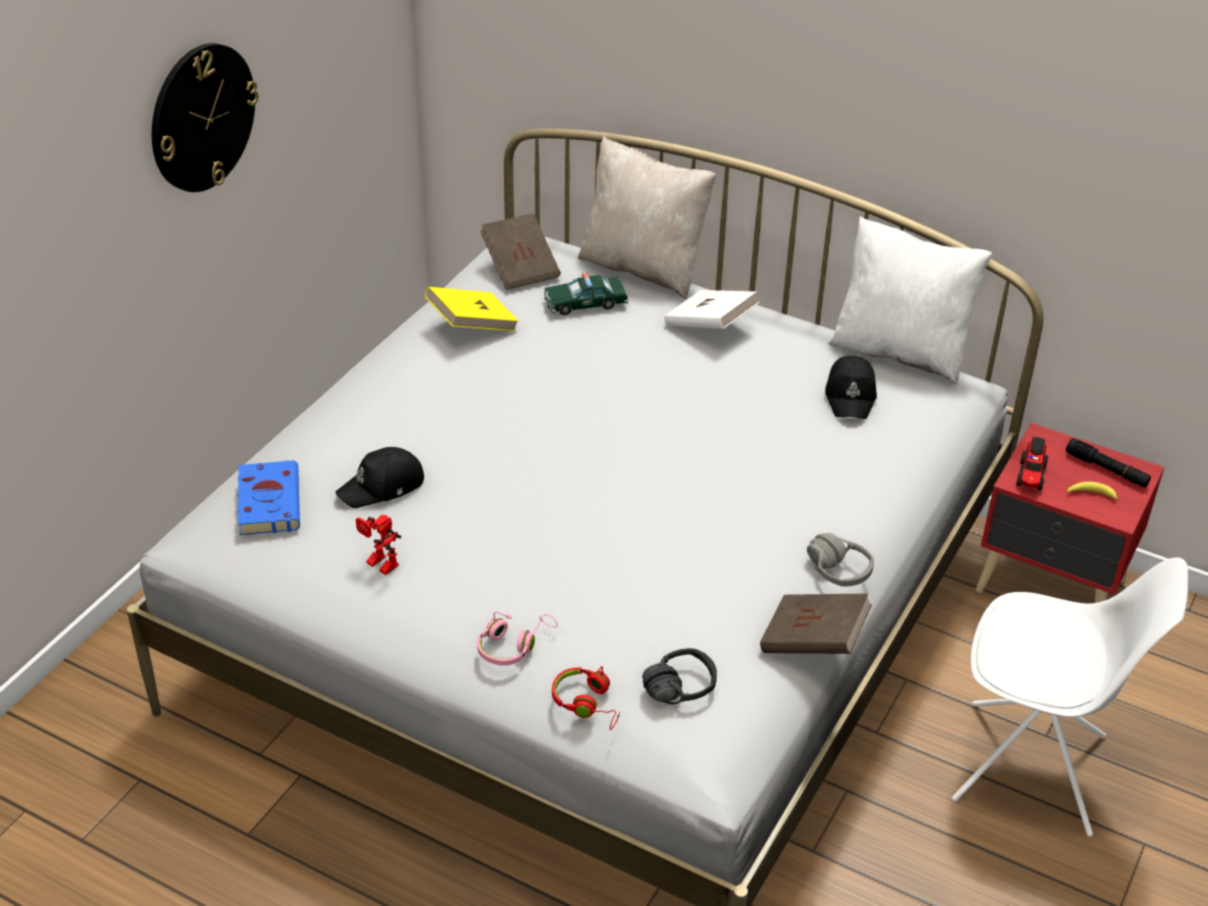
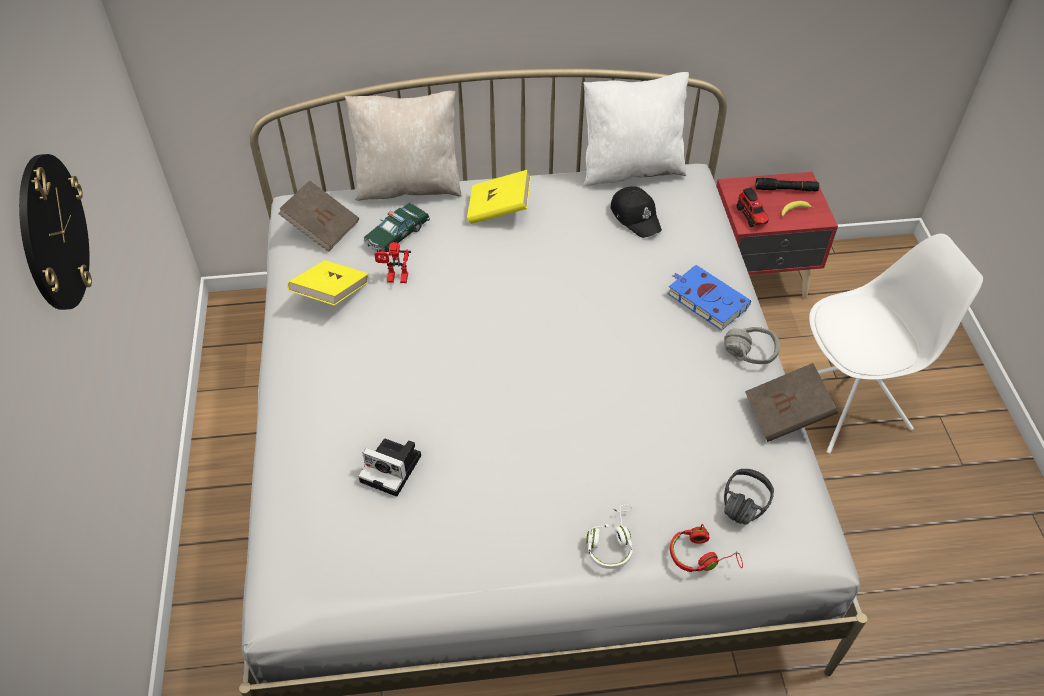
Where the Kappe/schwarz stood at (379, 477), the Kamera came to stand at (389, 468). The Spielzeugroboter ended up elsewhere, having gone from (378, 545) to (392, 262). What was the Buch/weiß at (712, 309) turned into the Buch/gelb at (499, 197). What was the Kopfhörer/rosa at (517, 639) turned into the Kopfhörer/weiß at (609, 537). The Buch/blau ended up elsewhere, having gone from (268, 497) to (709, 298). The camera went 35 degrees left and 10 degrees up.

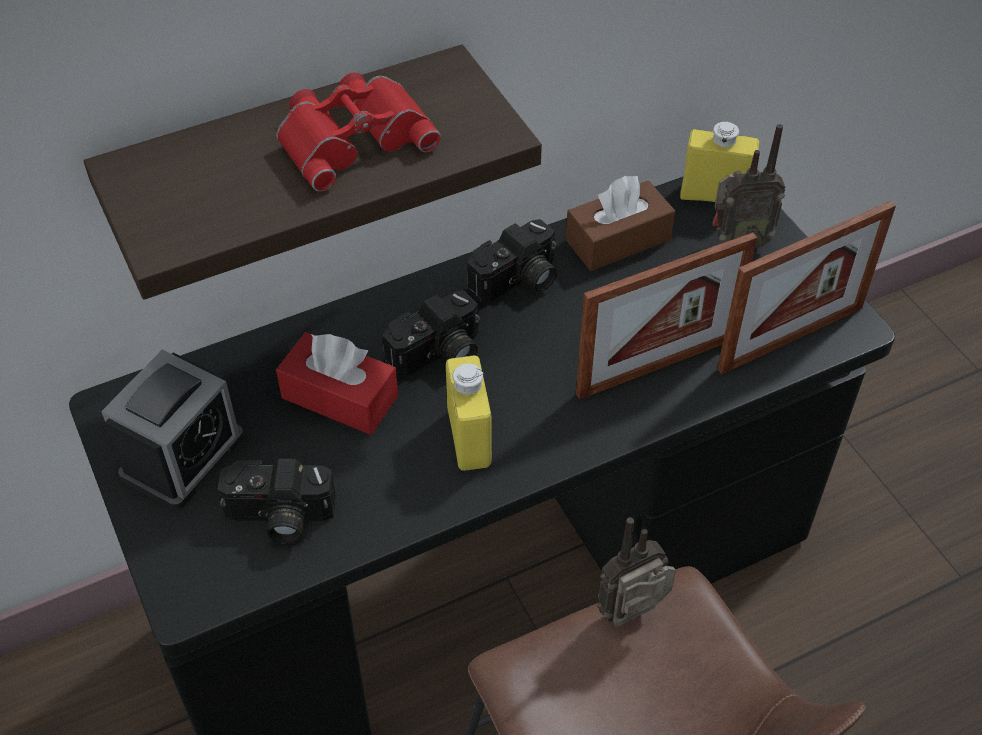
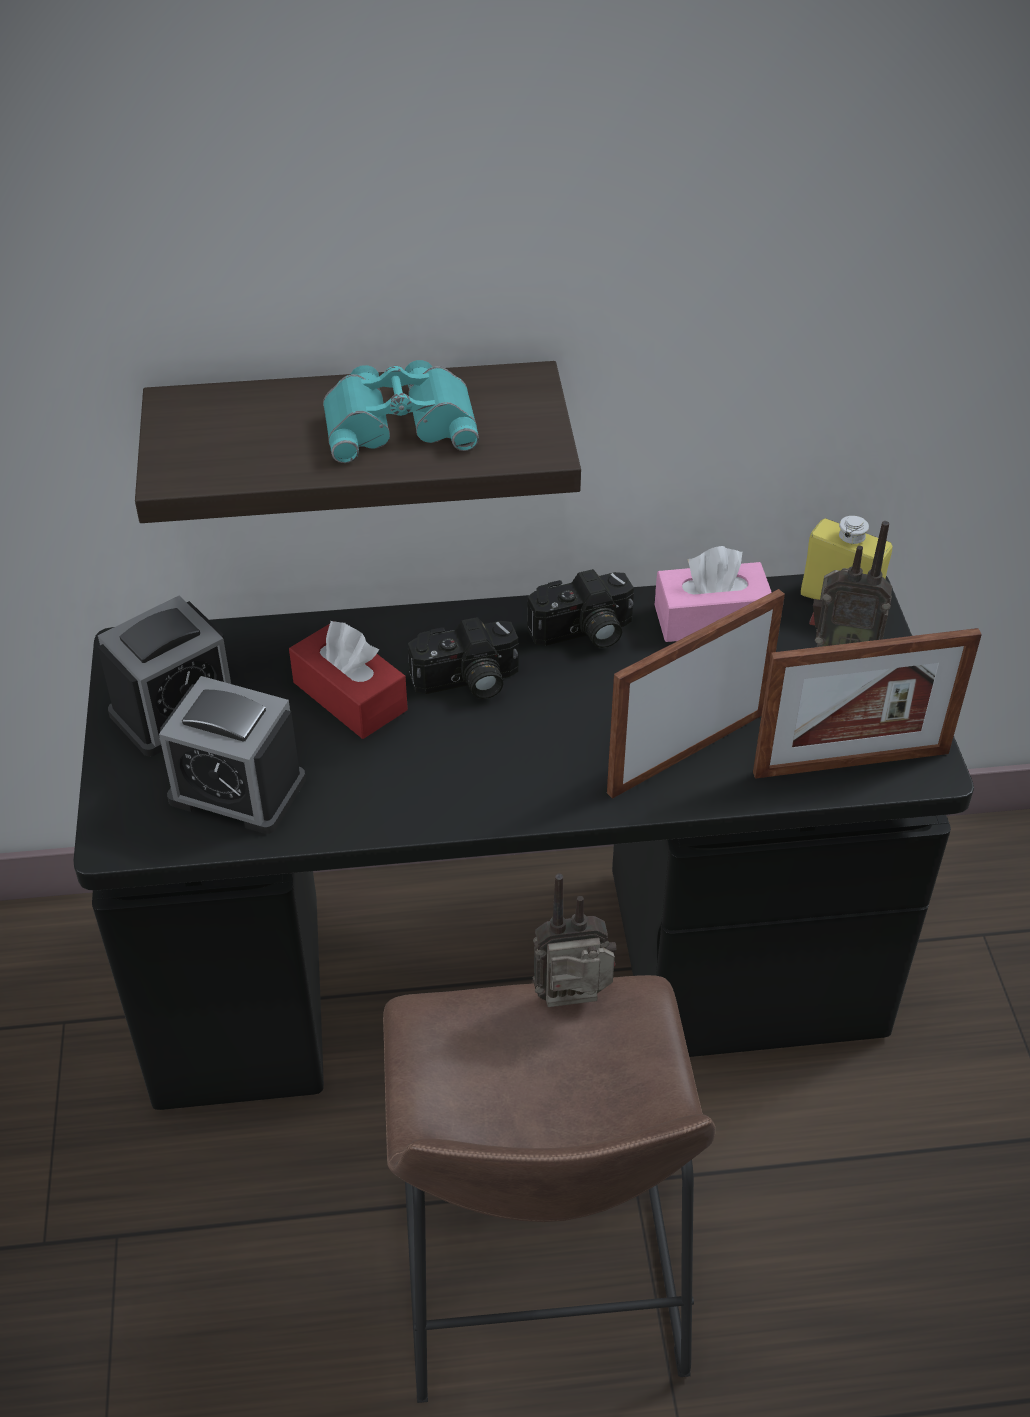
Where the Kamera stood at (276, 501), the Wecker came to stand at (232, 755). What was the Fernglas/rot at (358, 132) turned into the Fernglas/türkis at (401, 411). The Bilderrahmen at (666, 316) ended up facing another way, 150 degrees clockwise from before. What was the Taschentuchbox/braun at (620, 223) turned into the Taschentuchbox/rosa at (713, 594). The second view lost the Flasche/gelb at (469, 413). The camera went 20 degrees right and 5 degrees down.

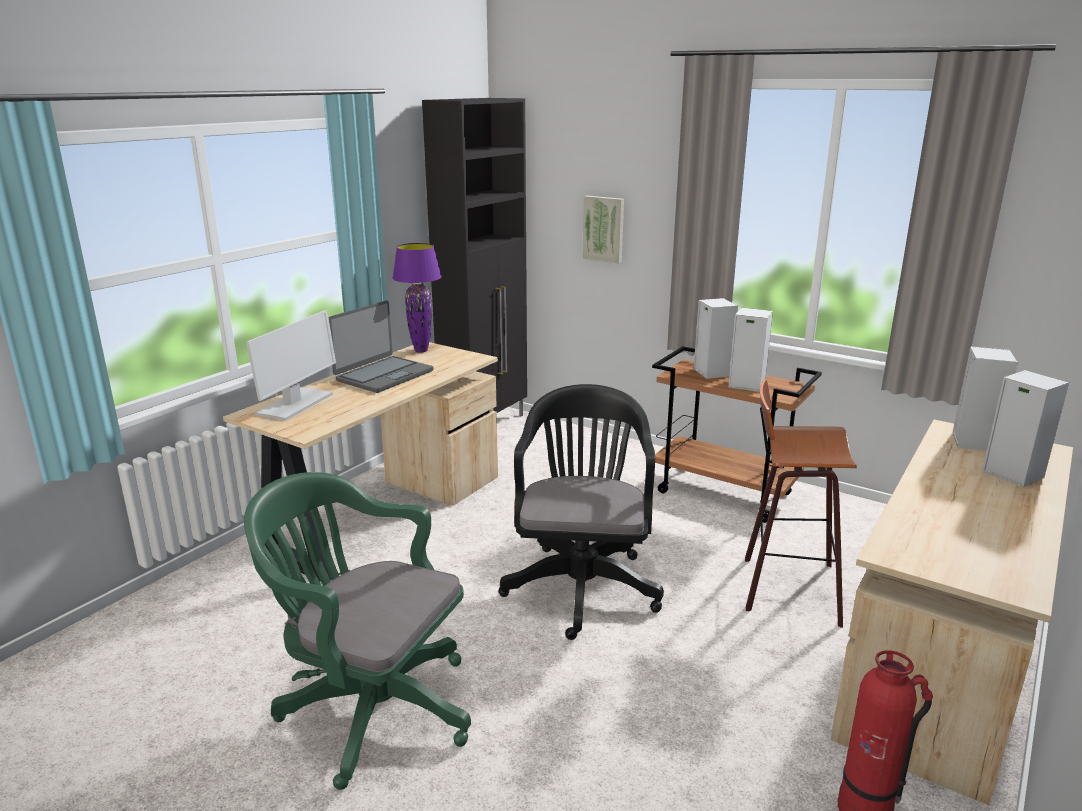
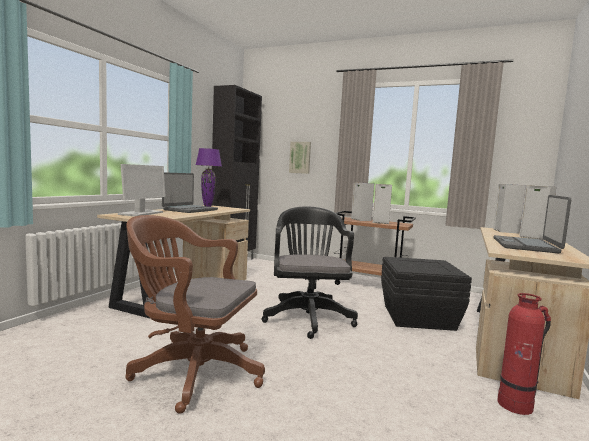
What was the Bürostuhl/grün at (357, 631) turned into the Bürostuhl/braun at (195, 314). Where the Hocker stood at (801, 504), the Aufbewahrungsbox/schwarz came to stand at (426, 294). The second view gained the Laptop at (532, 224). The camera went 10 degrees left and 15 degrees down.

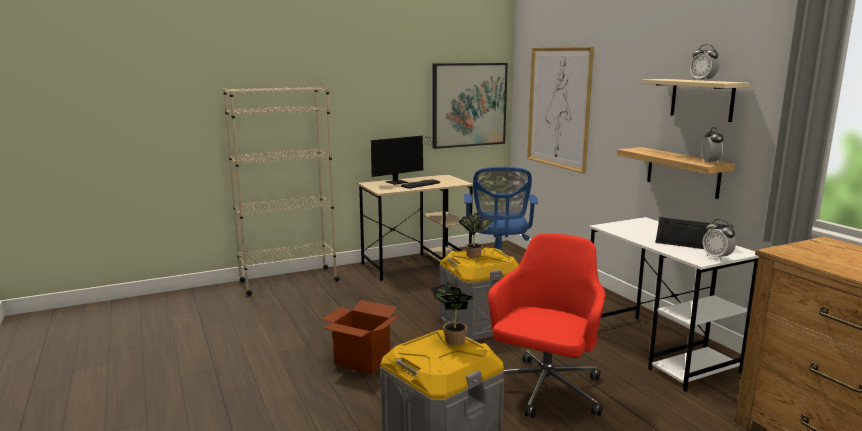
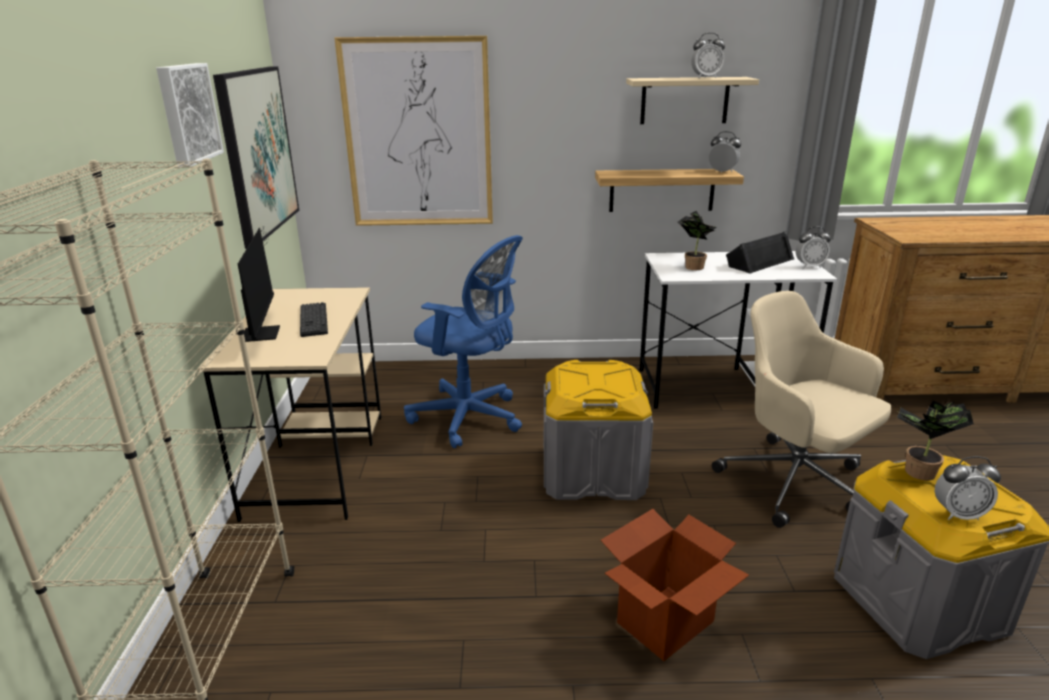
The second view gained the Bild at (190, 115). The Topfpflanze ended up elsewhere, having gone from (476, 235) to (697, 240). What was the Bürostuhl/rot at (546, 325) turned into the Bürostuhl/beige at (802, 409). The second view gained the Wecker at (968, 488). The camera went 65 degrees left and 10 degrees up.

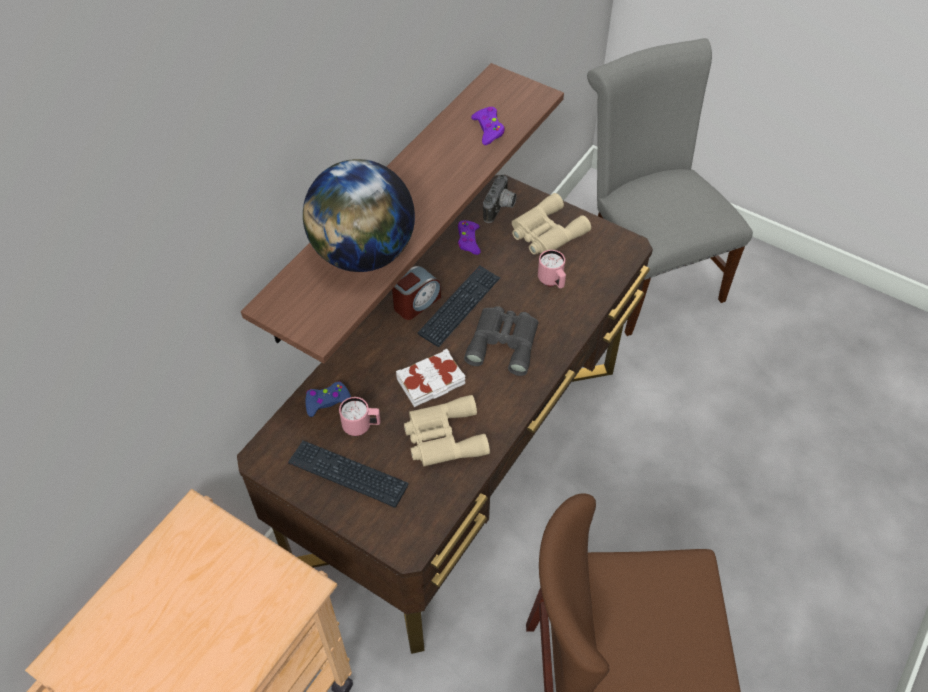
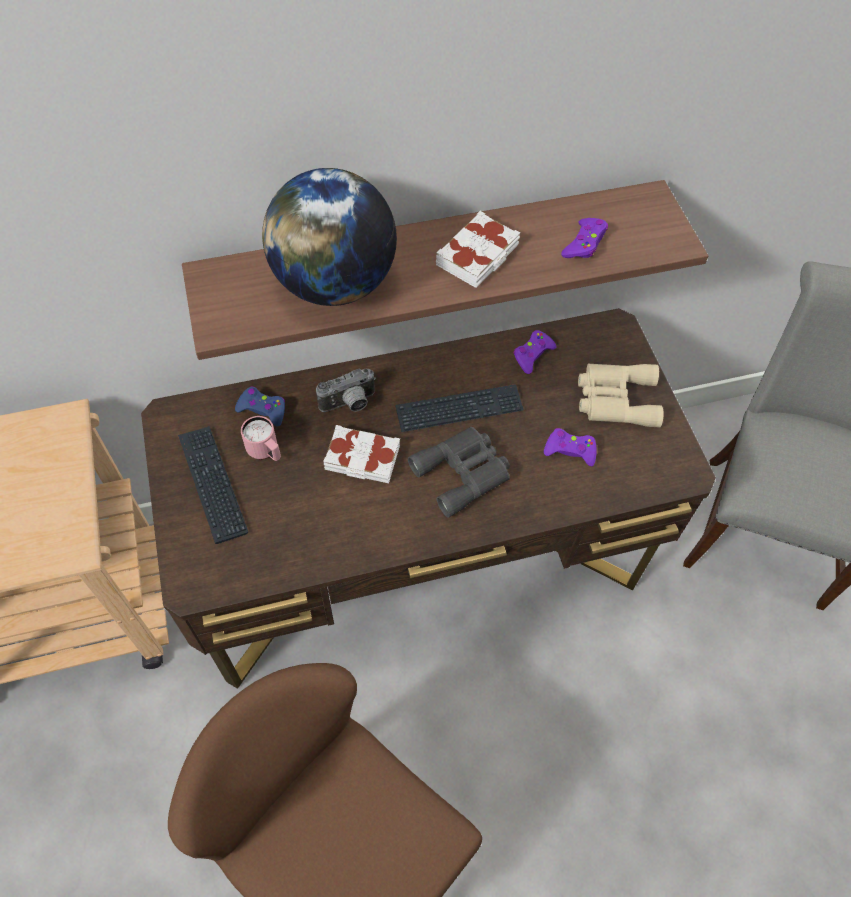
The Kamera ended up elsewhere, having gone from (500, 199) to (346, 390). The second view gained the Buch/weiß at (478, 249). Where the Henkelbecher/rosa stood at (552, 269), the Gamepad/lila came to stand at (570, 447). The second view lost the Wecker at (416, 293). The second view lost the Fernglas/beige at (447, 431). The camera went 40 degrees right and 5 degrees up.

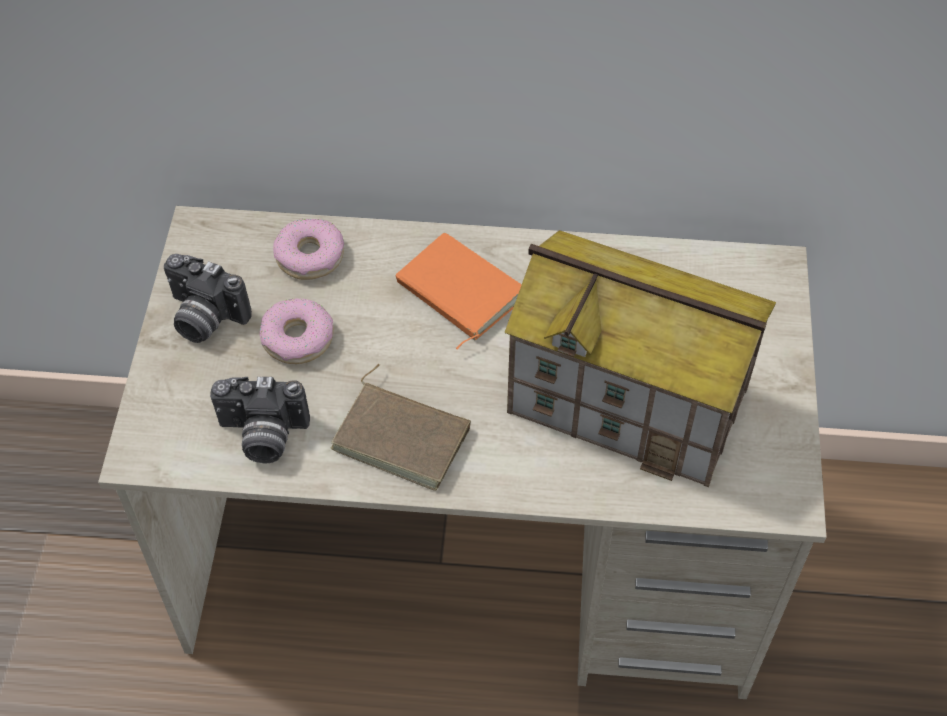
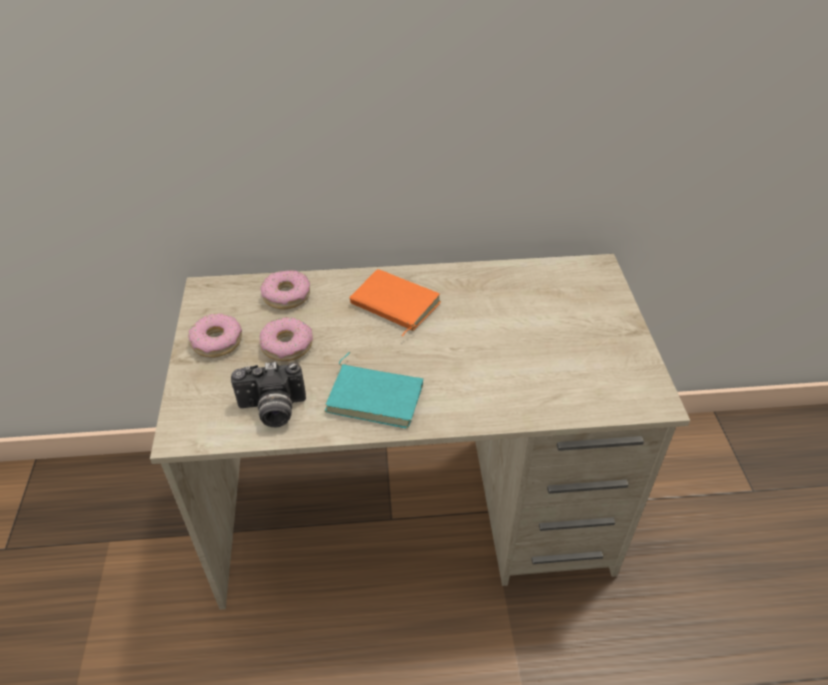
Where the Kamera stood at (208, 298), the Donut came to stand at (215, 335). What was the Buch/braun at (401, 427) turned into the Buch/türkis at (374, 390). The second view lost the Spielzeughaus at (640, 358). The camera went 10 degrees left and 10 degrees down.

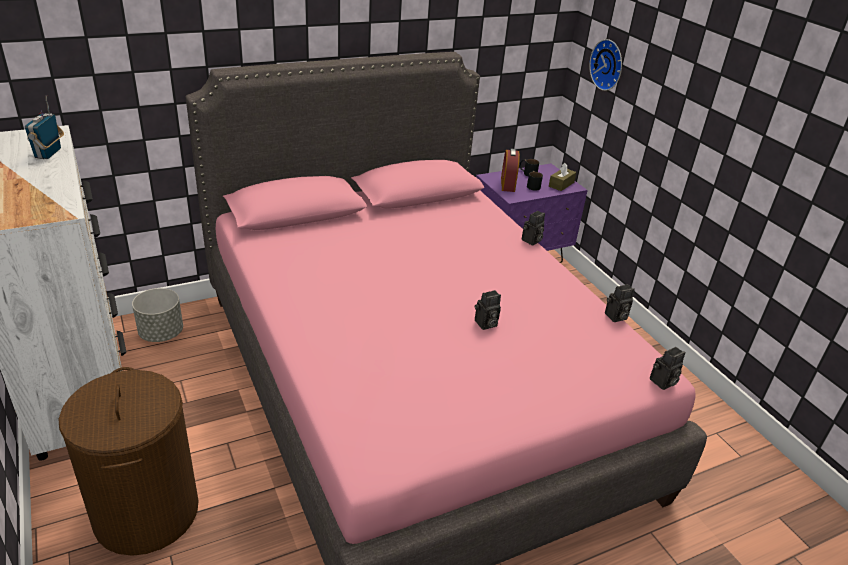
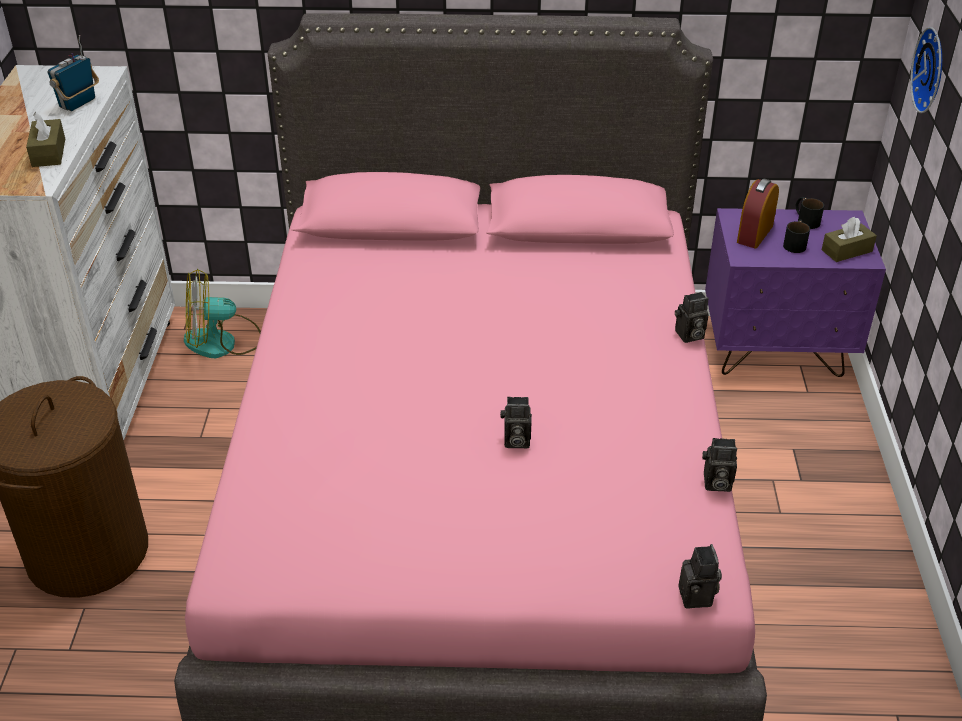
The second view gained the Taschentuchbox/braun at (45, 139). Where the Pflanzkübel/grau stood at (157, 315), the Ventilator came to stand at (222, 313). The Kamera at (667, 368) ended up facing another way, 90 degrees counterclockwise from before. The camera went 30 degrees right and 5 degrees up.

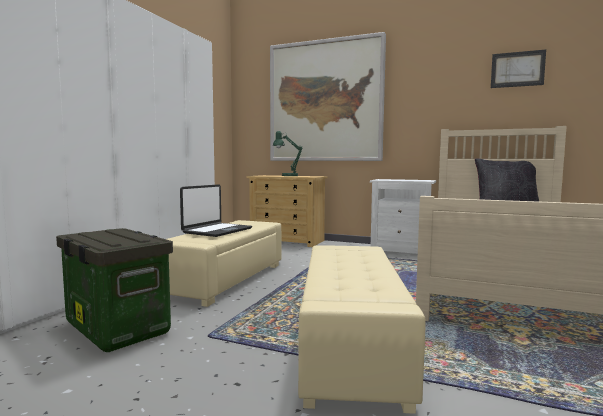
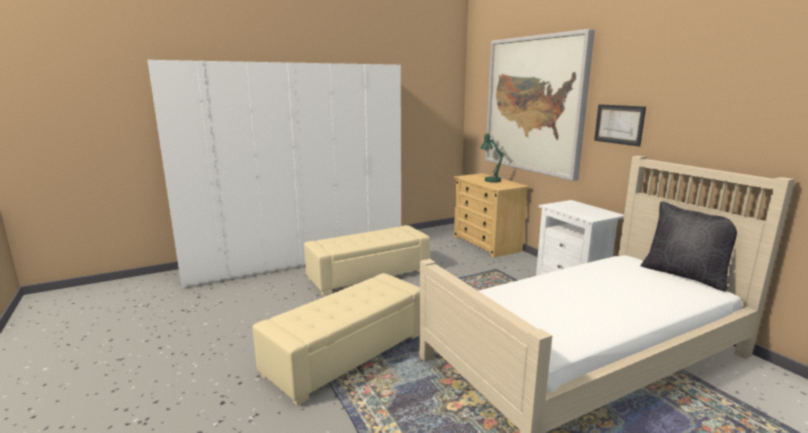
The Bild ended up elsewhere, having gone from (518, 68) to (620, 125). The second view lost the Aufbewahrungsbox at (114, 290). The second view lost the Laptop at (216, 210). The camera went 40 degrees right and 10 degrees up.

